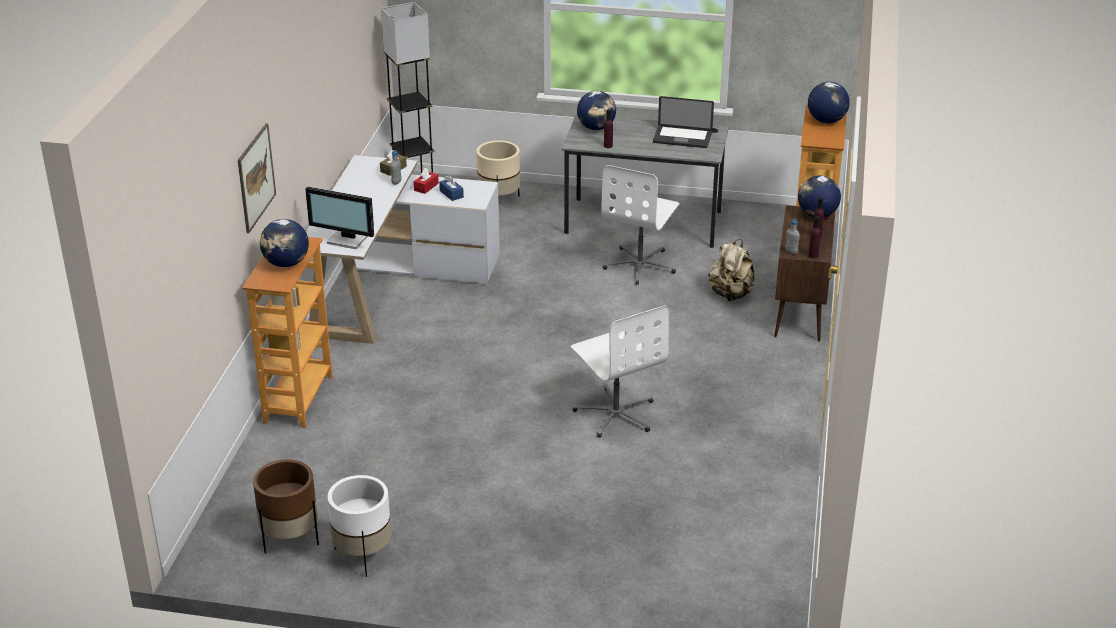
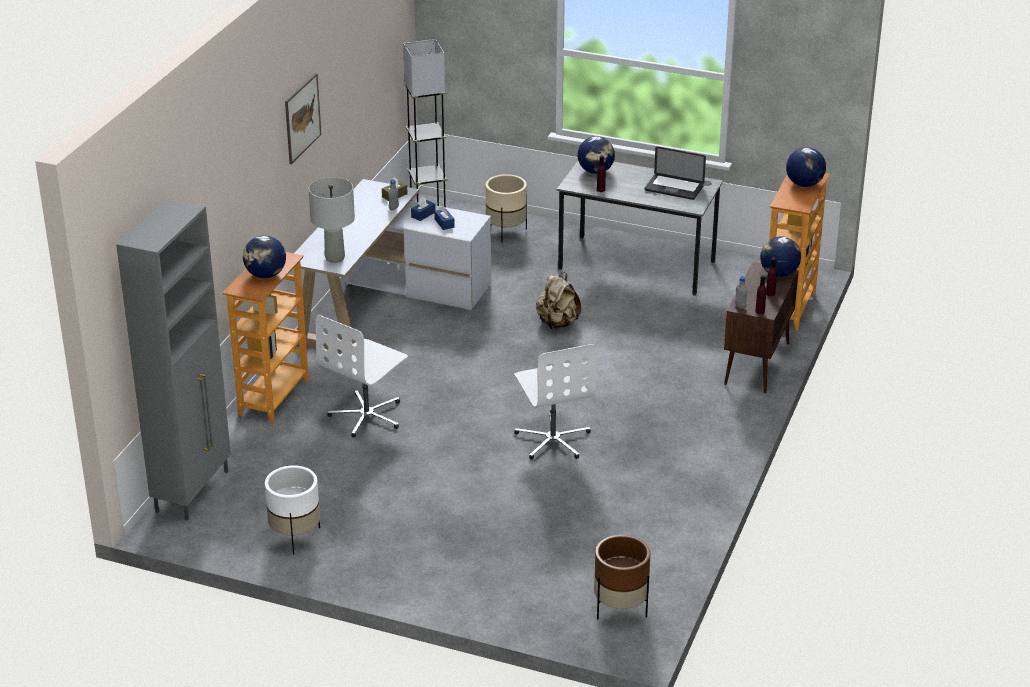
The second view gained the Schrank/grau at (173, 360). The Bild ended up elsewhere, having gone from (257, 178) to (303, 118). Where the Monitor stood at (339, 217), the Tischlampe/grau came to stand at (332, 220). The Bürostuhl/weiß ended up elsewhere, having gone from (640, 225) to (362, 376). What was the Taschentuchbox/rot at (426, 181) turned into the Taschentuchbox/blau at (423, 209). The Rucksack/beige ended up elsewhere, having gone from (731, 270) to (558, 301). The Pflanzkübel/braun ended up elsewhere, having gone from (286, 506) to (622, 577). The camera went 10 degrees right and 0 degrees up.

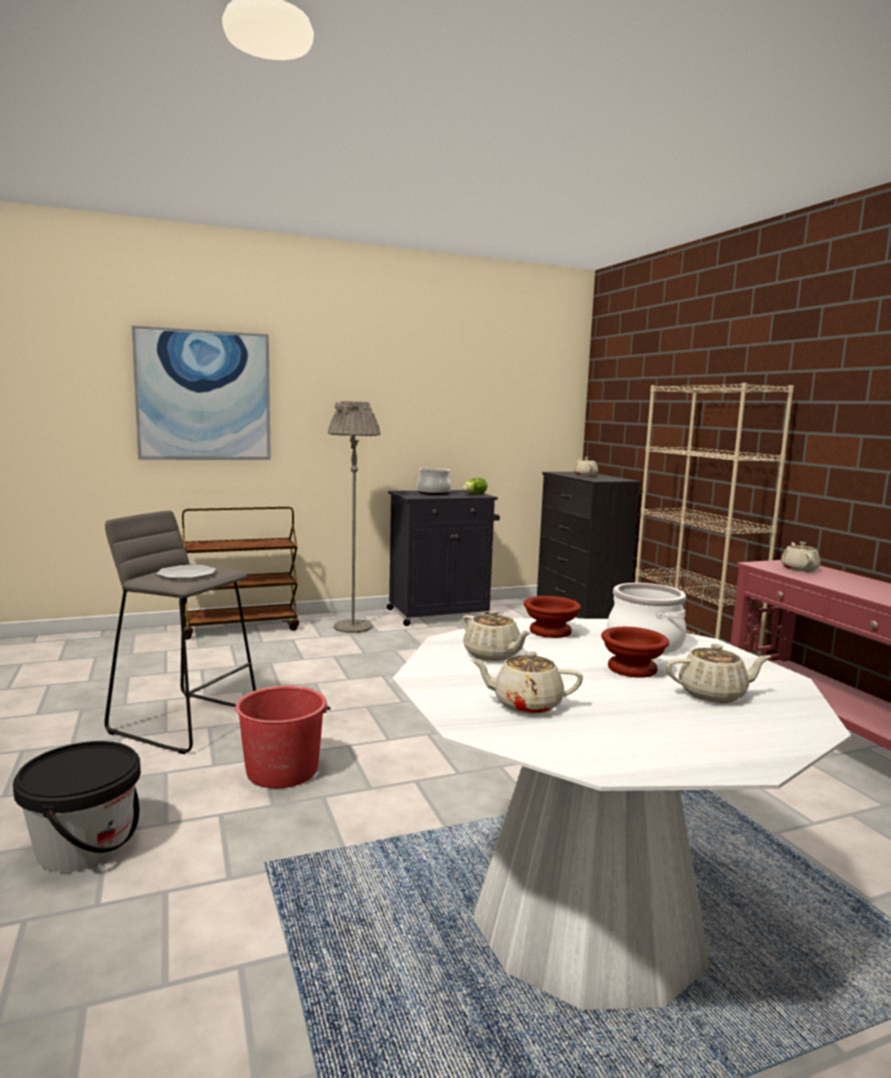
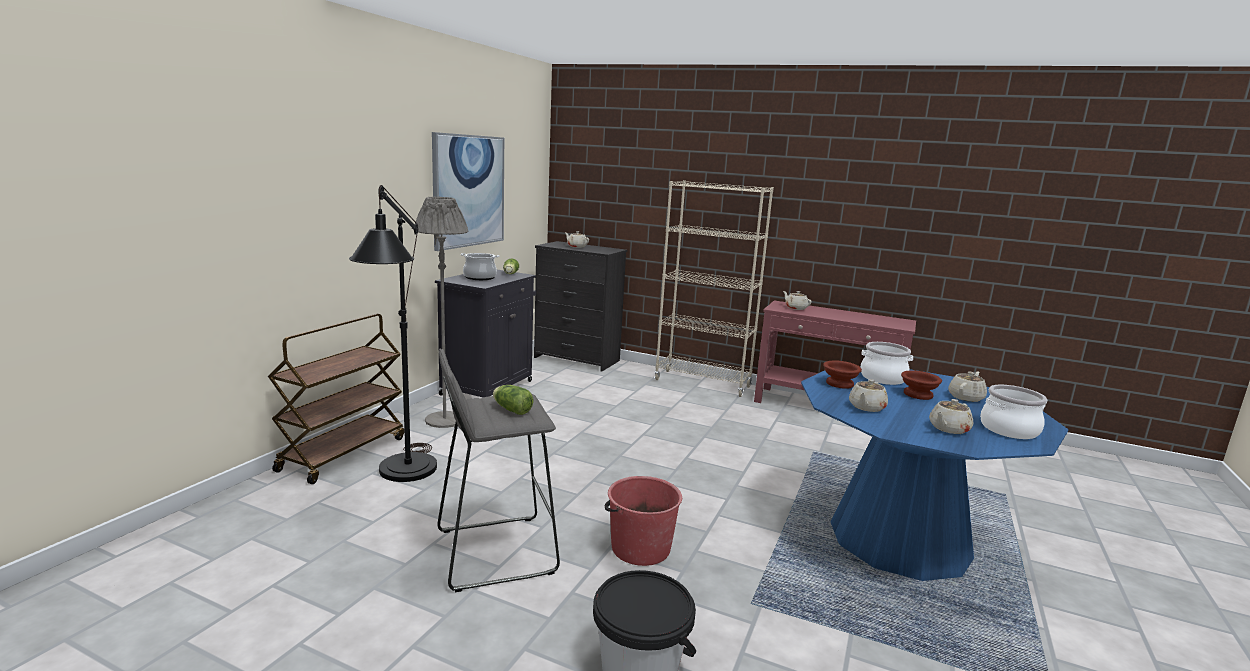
The second view gained the Stehlampe/schwarz at (393, 333). The Bild ended up elsewhere, having gone from (201, 392) to (468, 191). Where the Teller stood at (186, 572), the Salatkopf came to stand at (513, 400). What was the Esstisch/weiß at (622, 814) turned into the Esstisch/blau at (935, 475). The Teekanne/beige at (496, 635) ended up facing another way, 120 degrees clockwise from before. The second view gained the Kochtopf at (1013, 412). The camera went 45 degrees left and 5 degrees up.

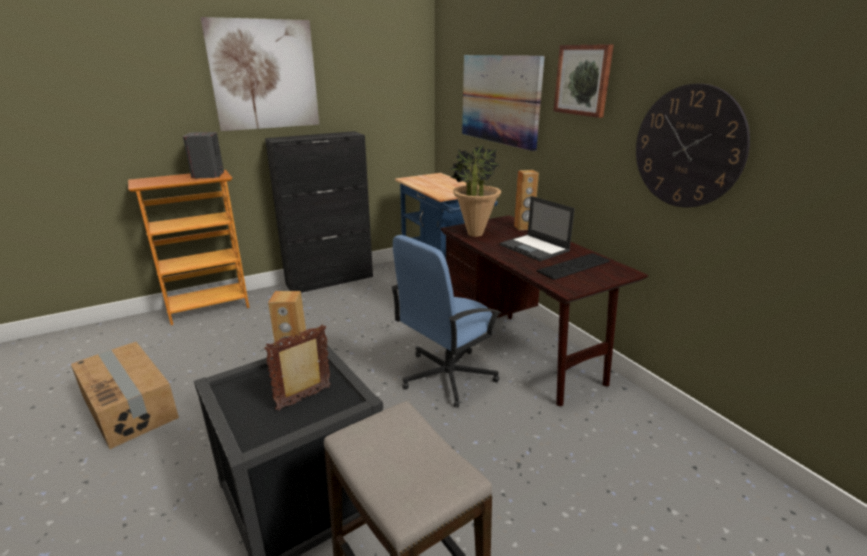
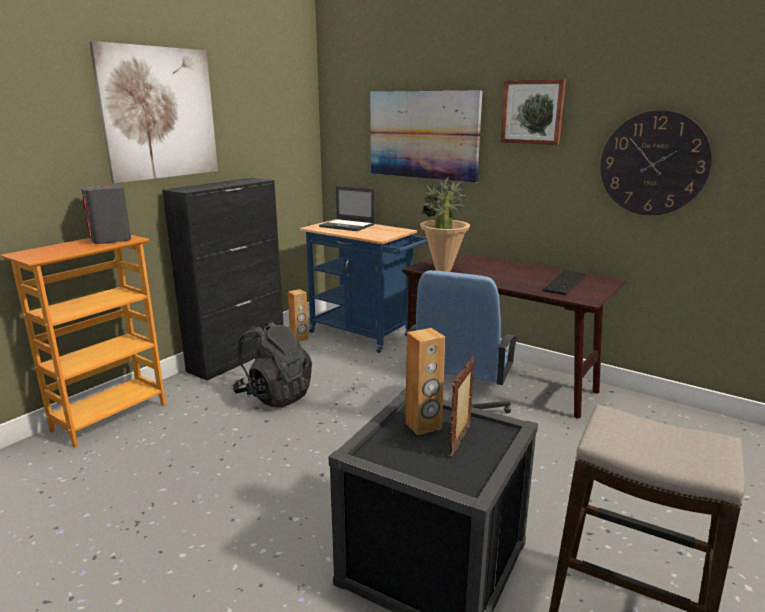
The second view gained the Rucksack/schwarz at (272, 364). The Lautsprecher/braun ended up elsewhere, having gone from (526, 200) to (298, 315). The Laptop ended up elsewhere, having gone from (537, 228) to (347, 208). The second view lost the Karton at (125, 395). The camera went 25 degrees left and 5 degrees down.

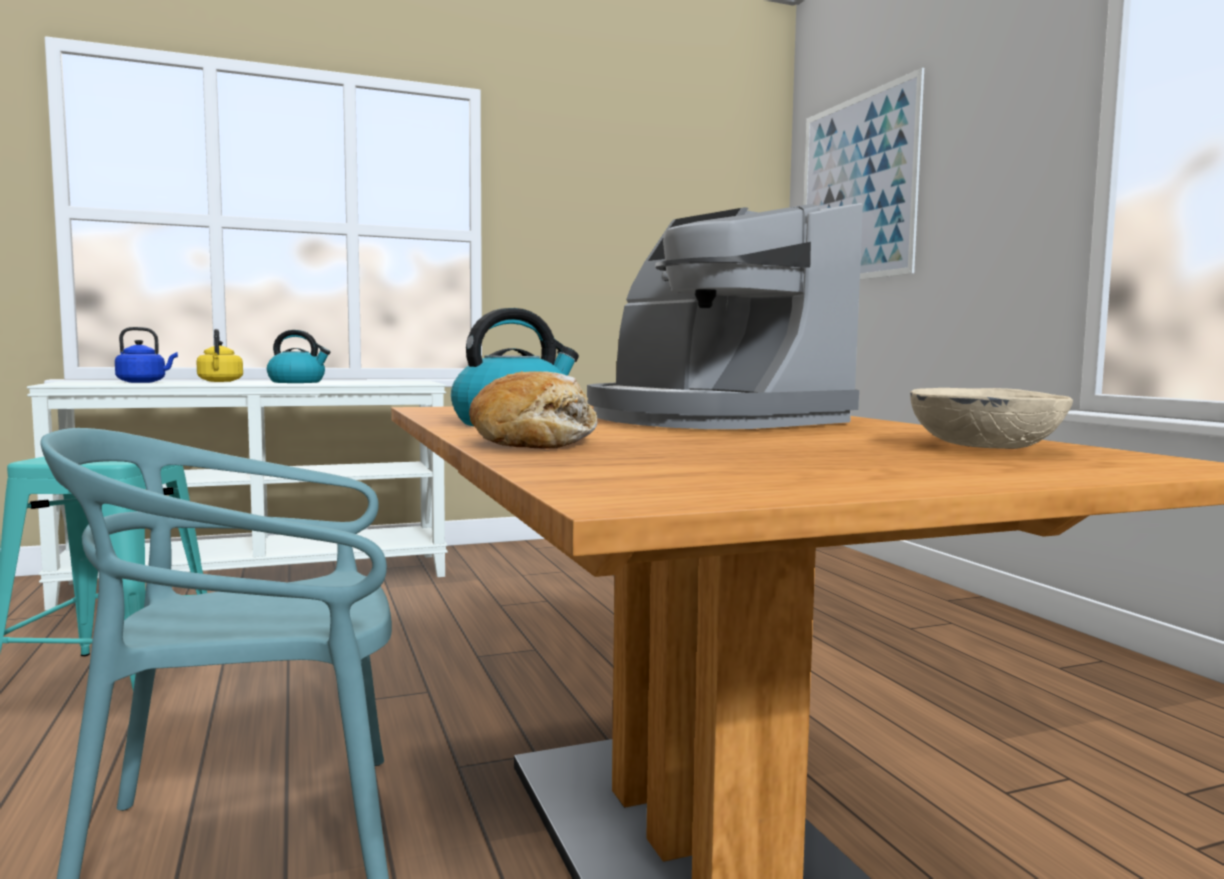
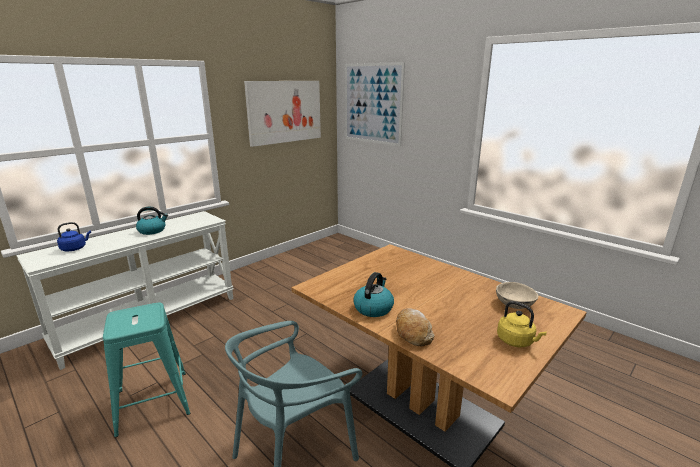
The second view gained the Bild at (282, 114). The Wasserkessel/gelb ended up elsewhere, having gone from (219, 355) to (522, 324). The second view lost the Kaffeemaschine at (725, 316). The camera went 25 degrees left and 15 degrees up.

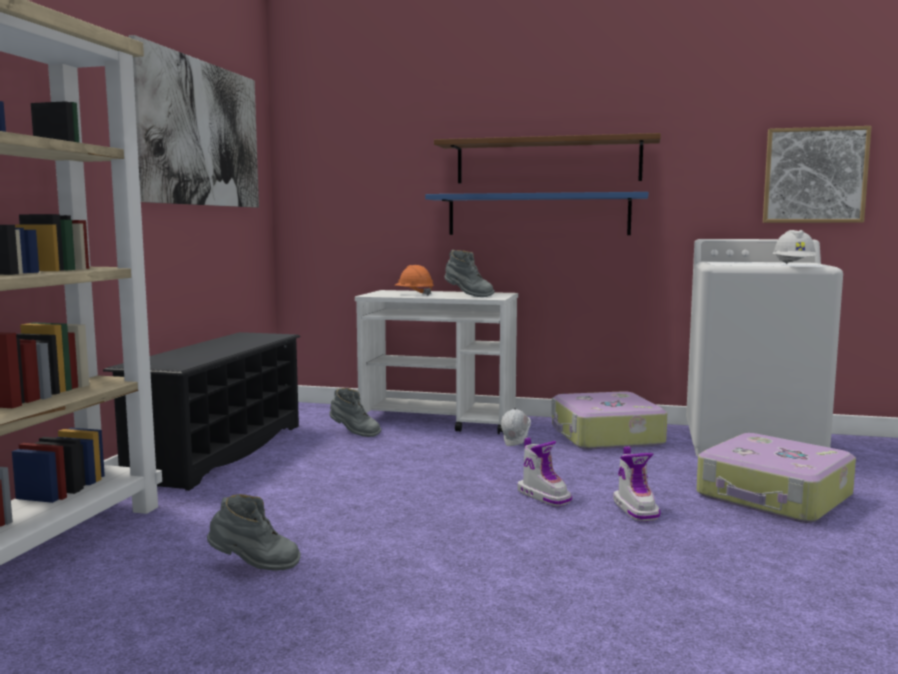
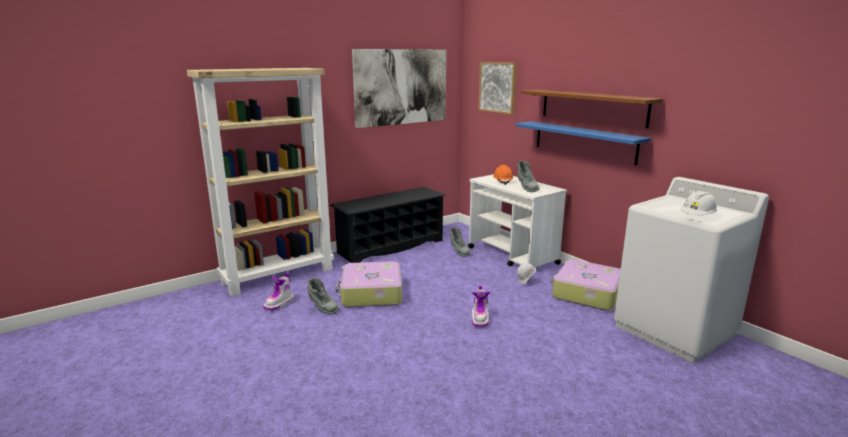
The Stiefel ended up elsewhere, having gone from (636, 484) to (278, 292). The Koffer ended up elsewhere, having gone from (776, 478) to (368, 284). The Bild ended up elsewhere, having gone from (817, 174) to (497, 88). The camera went 40 degrees right and 10 degrees up.

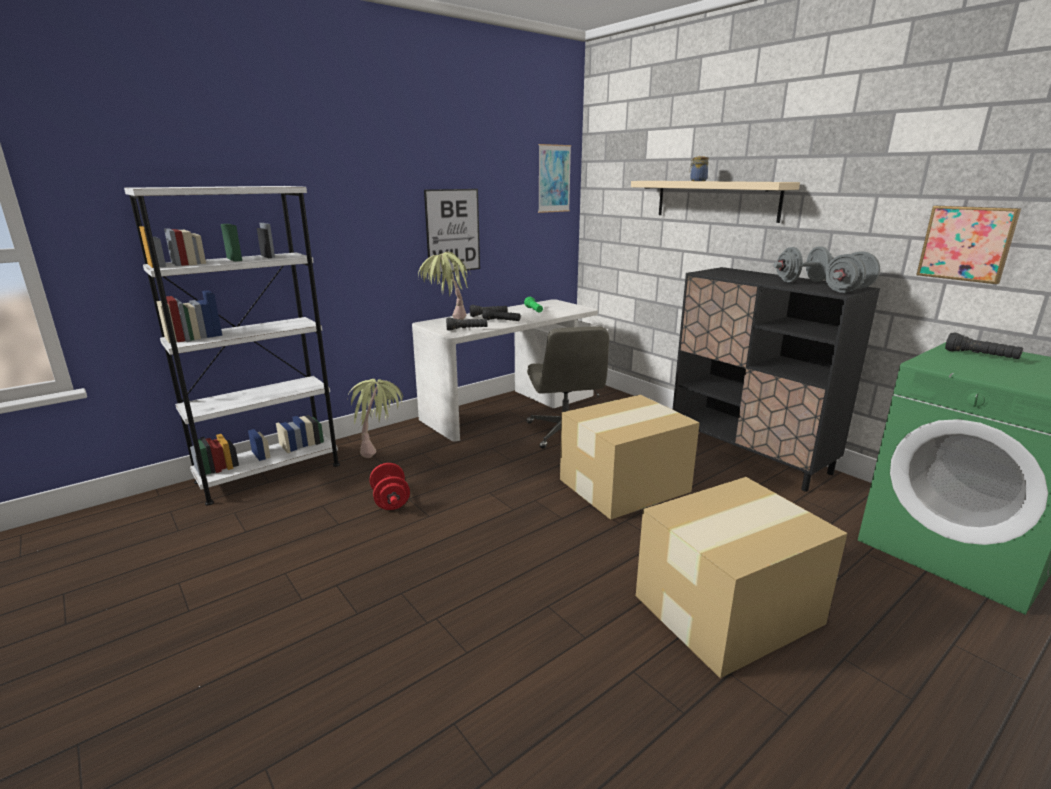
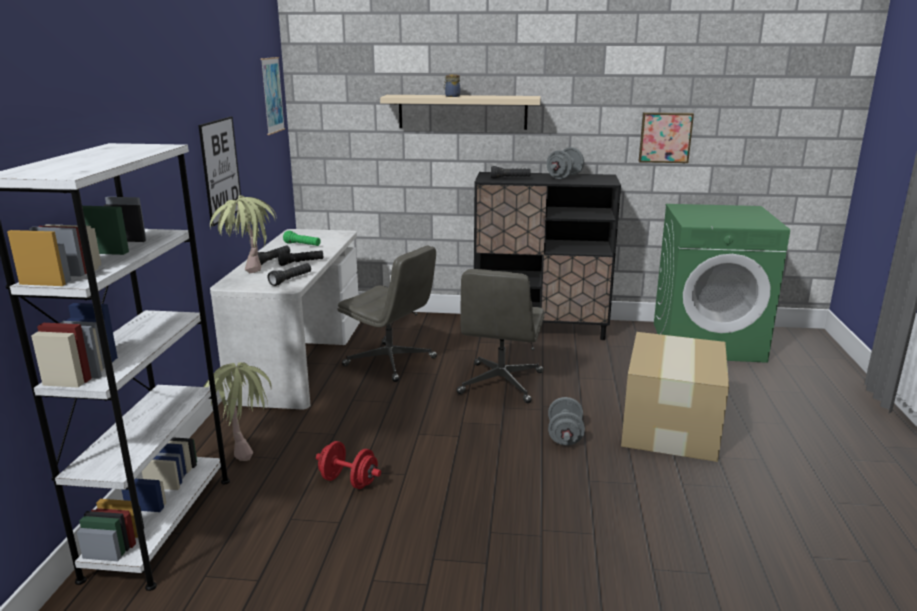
Where the Karton stood at (630, 457), the Bürostuhl/grau came to stand at (500, 336). The Taschenlampe/schwarz ended up elsewhere, having gone from (984, 346) to (511, 172). The Hantel/grau ended up elsewhere, having gone from (852, 272) to (566, 421). The camera went 45 degrees left and 0 degrees up.

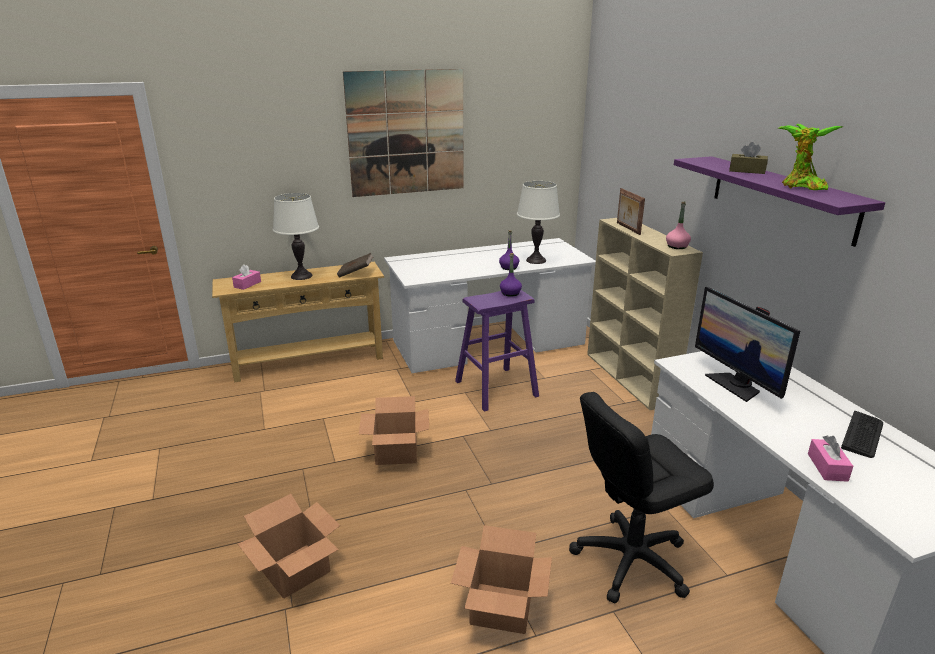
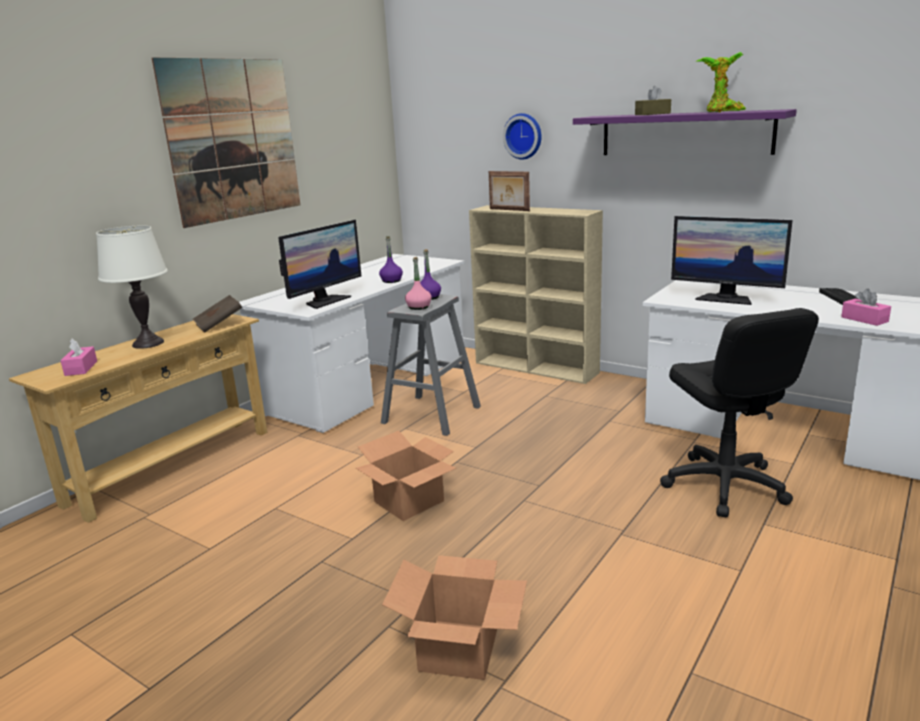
The second view gained the Monitor at (319, 264). What was the Hocker/lila at (497, 351) turned into the Hocker/grau at (431, 365). The Flasche/rosa ended up elsewhere, having gone from (678, 225) to (418, 283). The second view gained the Wanduhr at (522, 136). The Bürostuhl/schwarz at (641, 497) ended up facing another way, 45 degrees counterclockwise from before. The second view lost the Karton at (501, 579). The second view lost the Tischlampe/weiß at (538, 222). The camera went 35 degrees left and 5 degrees down.

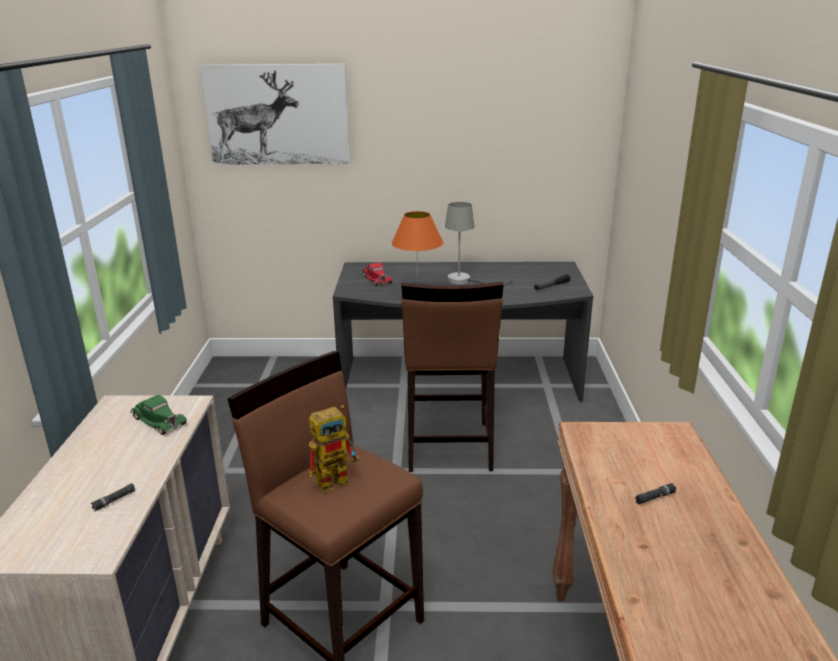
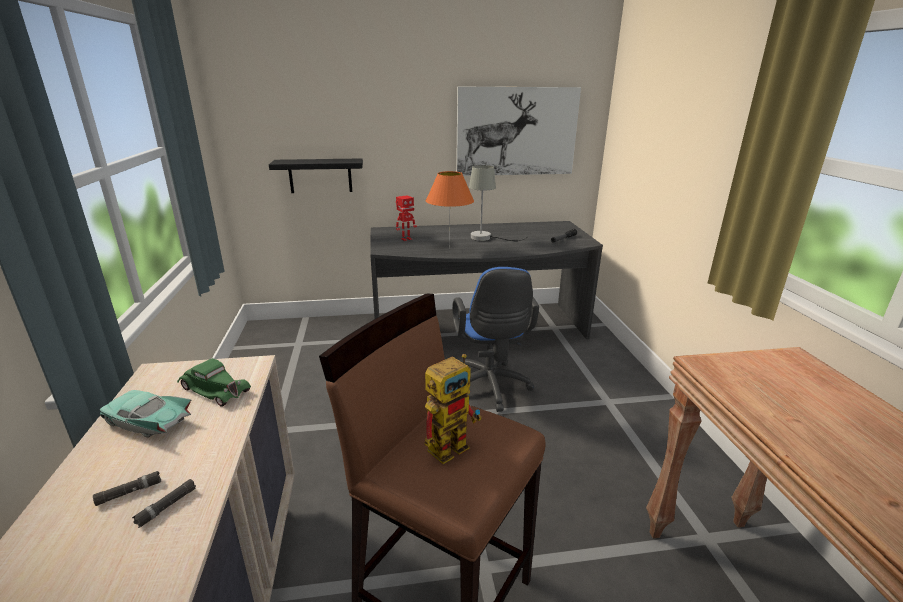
The Taschenlampe/schwarz ended up elsewhere, having gone from (655, 493) to (127, 488). The second view gained the Spielzeugauto/türkis at (146, 413). The second view gained the Wandregal/schwarz at (316, 175). Where the Spielzeugauto/rot stood at (377, 274), the Spielzeugroboter came to stand at (406, 218). Where the Hocker/braun stood at (452, 377), the Bürostuhl/blau came to stand at (495, 339). The Bild ended up elsewhere, having gone from (275, 114) to (518, 131). The camera went 10 degrees left and 0 degrees up.

